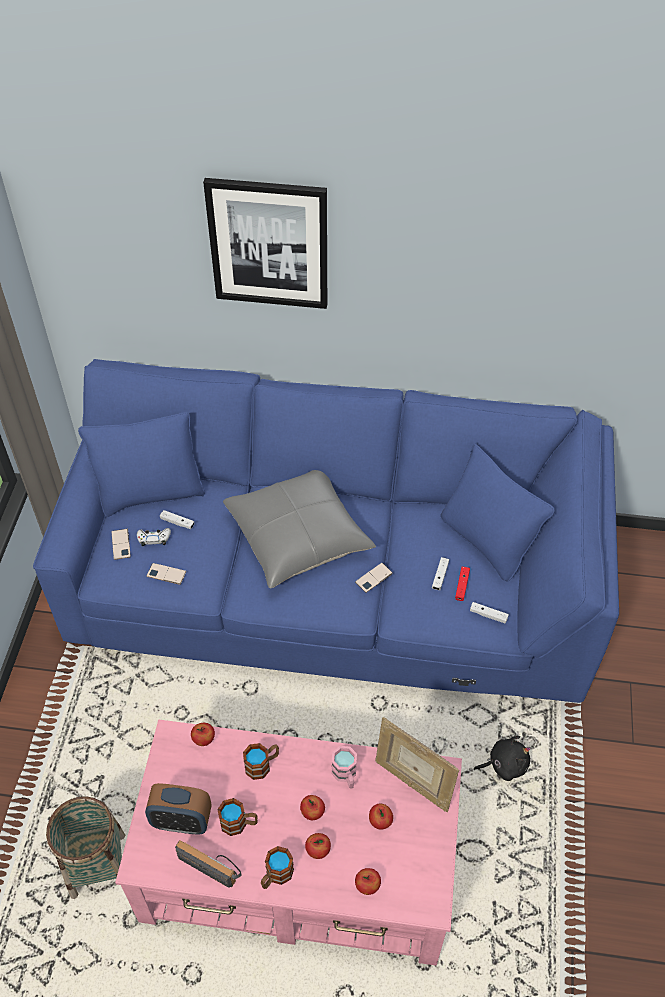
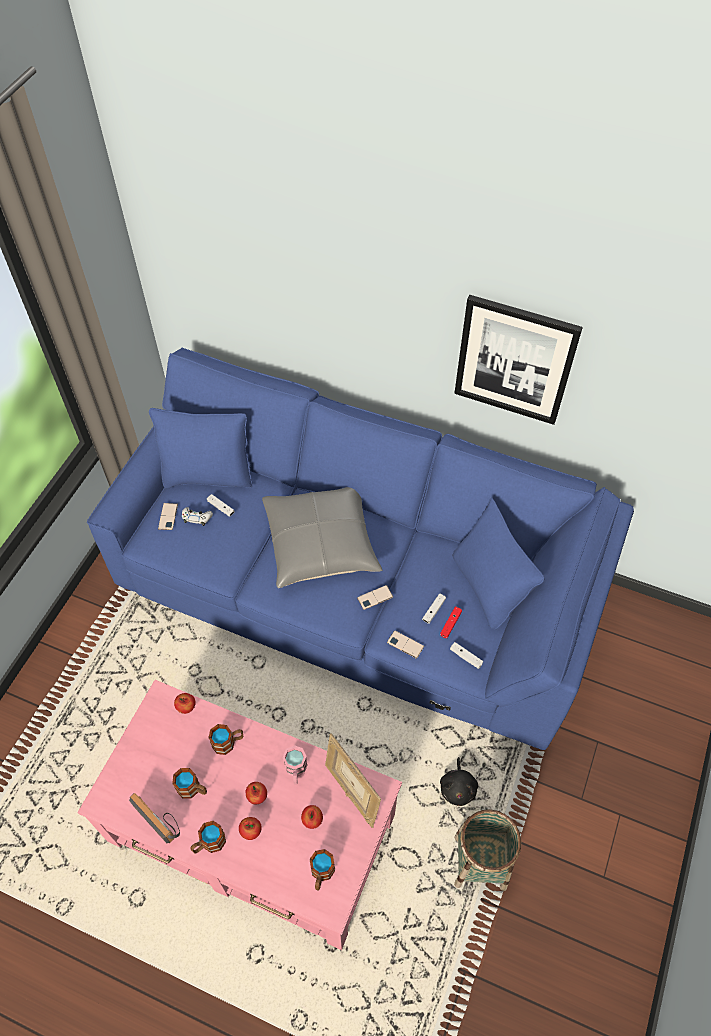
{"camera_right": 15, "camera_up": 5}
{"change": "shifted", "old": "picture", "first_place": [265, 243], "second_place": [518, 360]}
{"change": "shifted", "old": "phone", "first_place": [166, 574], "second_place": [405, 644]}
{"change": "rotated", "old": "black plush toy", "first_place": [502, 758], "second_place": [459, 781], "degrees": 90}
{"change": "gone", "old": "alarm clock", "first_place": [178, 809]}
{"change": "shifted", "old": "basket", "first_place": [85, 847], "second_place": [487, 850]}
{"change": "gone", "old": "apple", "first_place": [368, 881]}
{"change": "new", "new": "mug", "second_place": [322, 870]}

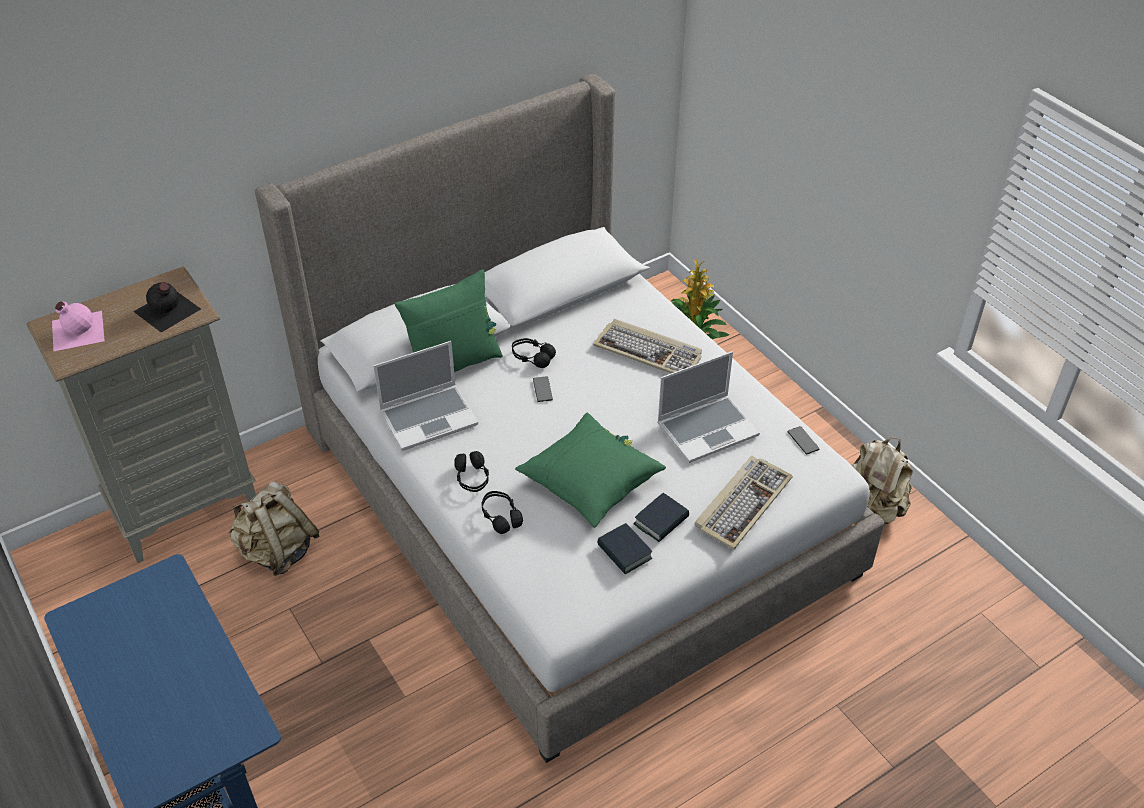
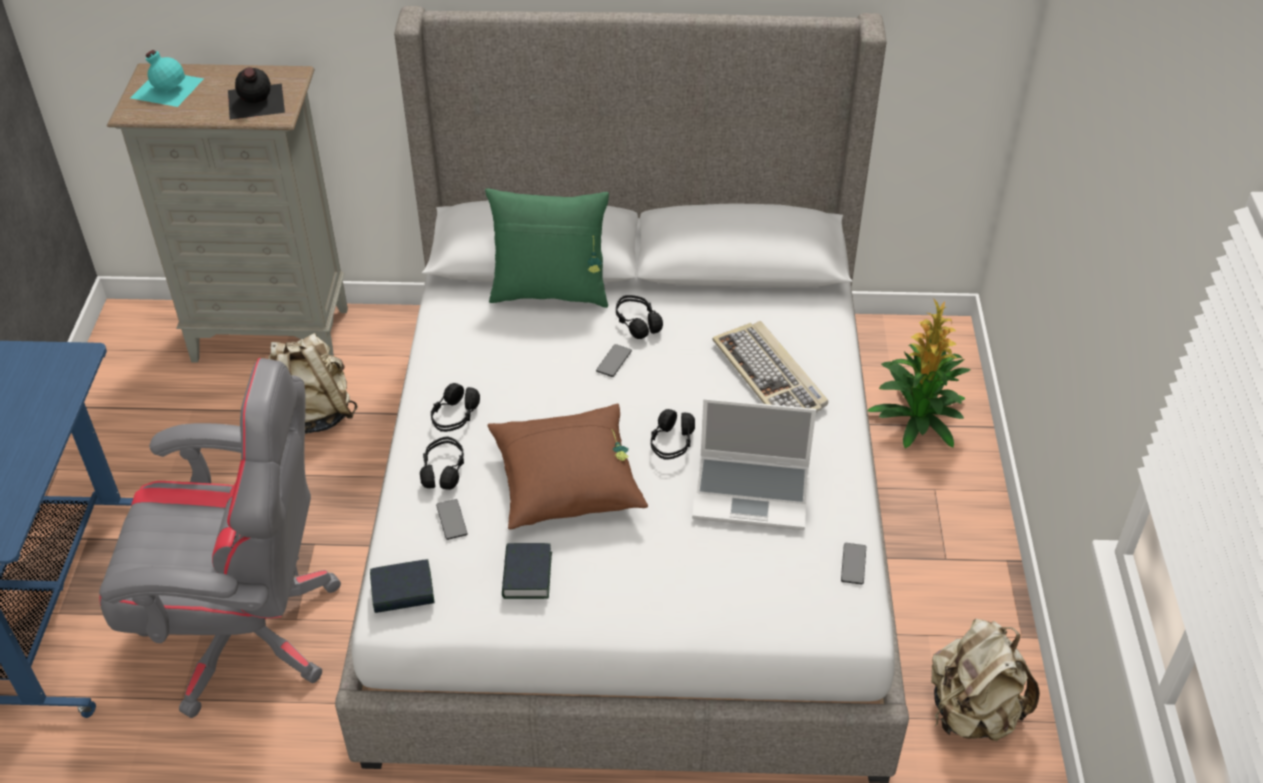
{"camera_right": 35, "camera_up": 0}
{"change": "repainted", "old": "pink bottle", "new": "turquoise bottle", "first_place": [78, 326], "second_place": [167, 78]}
{"change": "gone", "old": "laptop", "first_place": [425, 396]}
{"change": "repainted", "old": "green pillow", "new": "brown pillow", "first_place": [590, 470], "second_place": [568, 467]}
{"change": "gone", "old": "keyboard", "first_place": [744, 503]}
{"change": "shifted", "old": "book", "first_place": [661, 517], "second_place": [402, 586]}
{"change": "new", "new": "grey office chair", "second_place": [220, 538]}
{"change": "new", "new": "black headphones", "second_place": [673, 434]}
{"change": "new", "new": "phone", "second_place": [452, 519]}

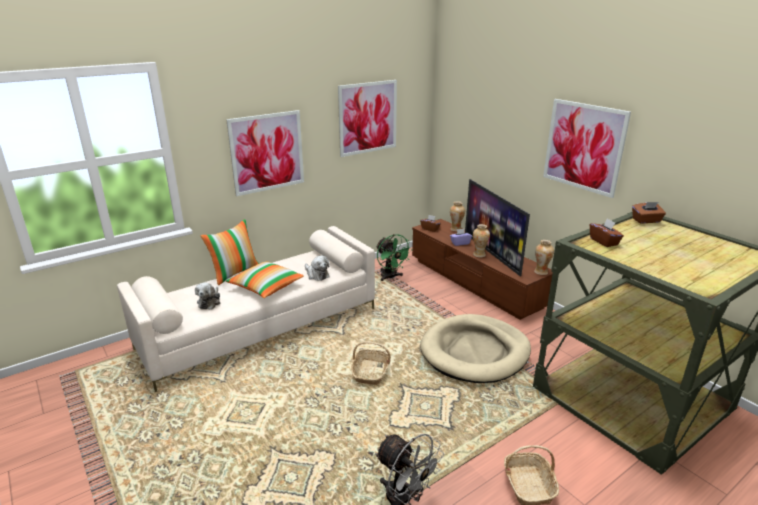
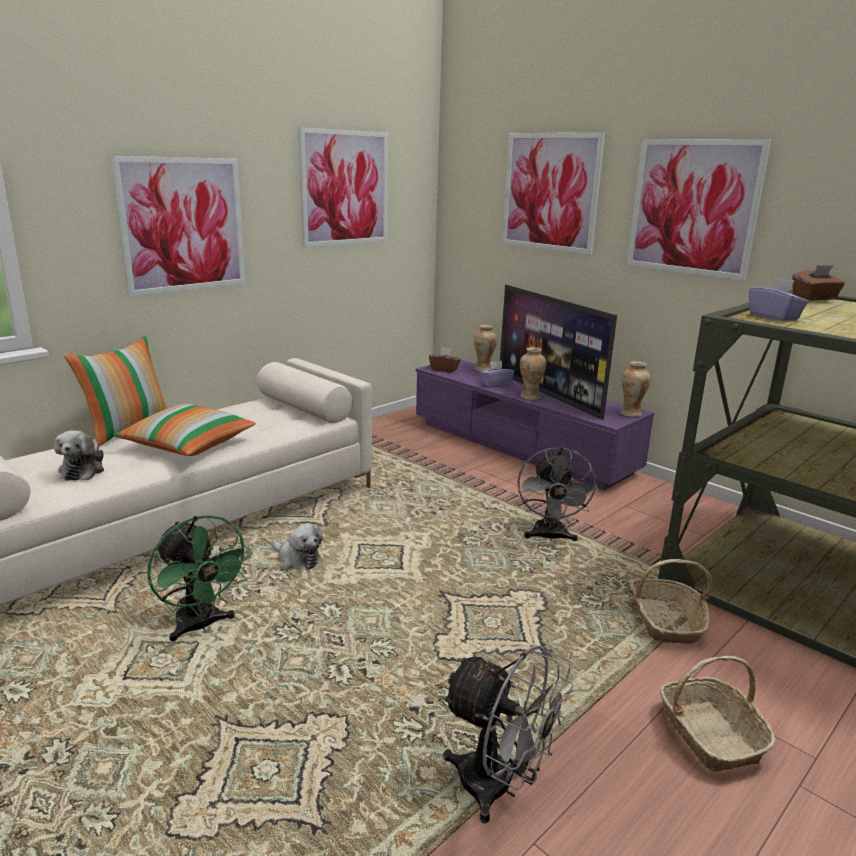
{"camera_right": -10, "camera_up": -5}
{"change": "repainted", "old": "brown tissue box", "new": "purple tissue box", "first_place": [607, 232], "second_place": [779, 299]}
{"change": "repainted", "old": "brown tv stand", "new": "purple tv stand", "first_place": [482, 269], "second_place": [535, 425]}
{"change": "shifted", "old": "green fan", "first_place": [394, 257], "second_place": [199, 578]}
{"change": "shifted", "old": "plush toy", "first_place": [317, 268], "second_place": [297, 546]}
{"change": "swapped", "old": "beige dog bed", "new": "grey fan", "first_place": [475, 348], "second_place": [557, 494]}
{"change": "shifted", "old": "basket", "first_place": [371, 363], "second_place": [672, 601]}
{"change": "new", "new": "picture", "second_place": [553, 194]}

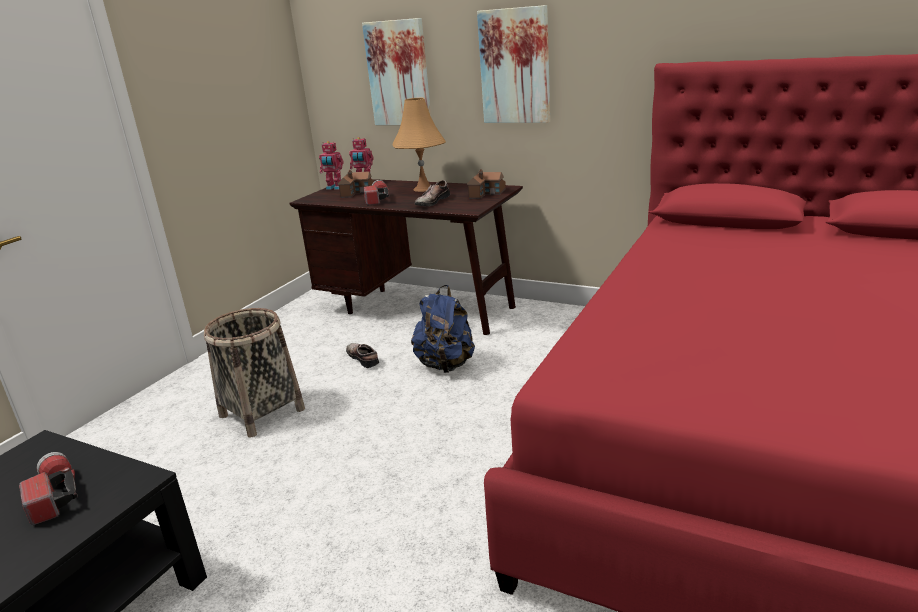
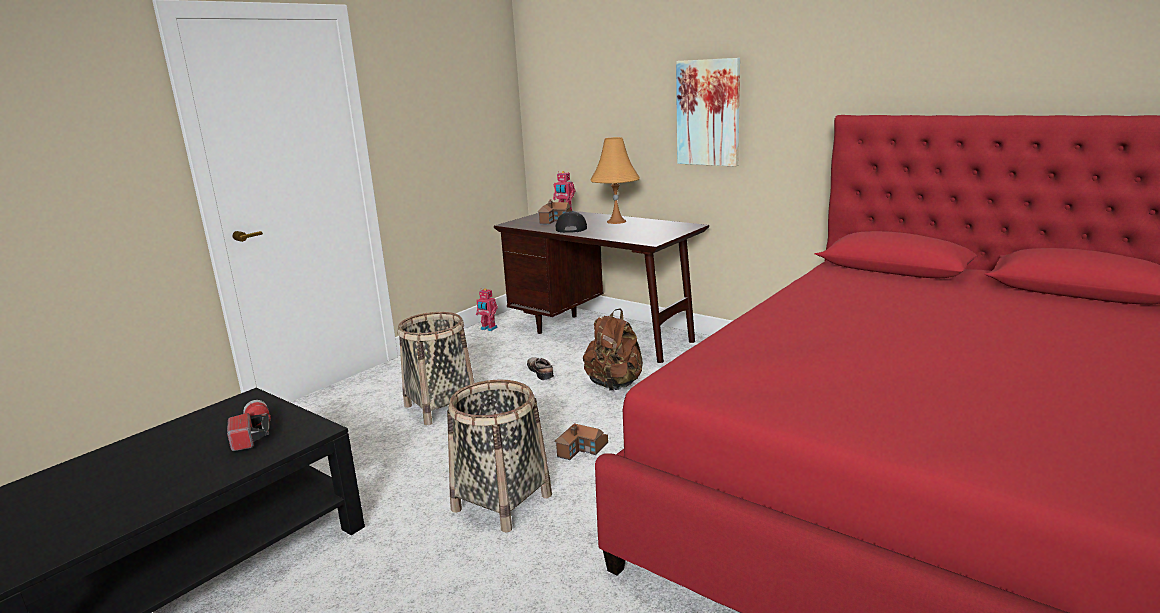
{"camera_right": 10, "camera_up": -5}
{"change": "gone", "old": "picture", "first_place": [396, 71]}
{"change": "shifted", "old": "toy robot", "first_place": [331, 165], "second_place": [487, 309]}
{"change": "shifted", "old": "toy house", "first_place": [486, 184], "second_place": [581, 441]}
{"change": "swapped", "old": "flashlight", "new": "black cap", "first_place": [376, 192], "second_place": [571, 222]}
{"change": "gone", "old": "shoe", "first_place": [432, 193]}
{"change": "repainted", "old": "blue backpack", "new": "brown backpack", "first_place": [443, 329], "second_place": [613, 350]}
{"change": "new", "new": "basket", "second_place": [499, 455]}

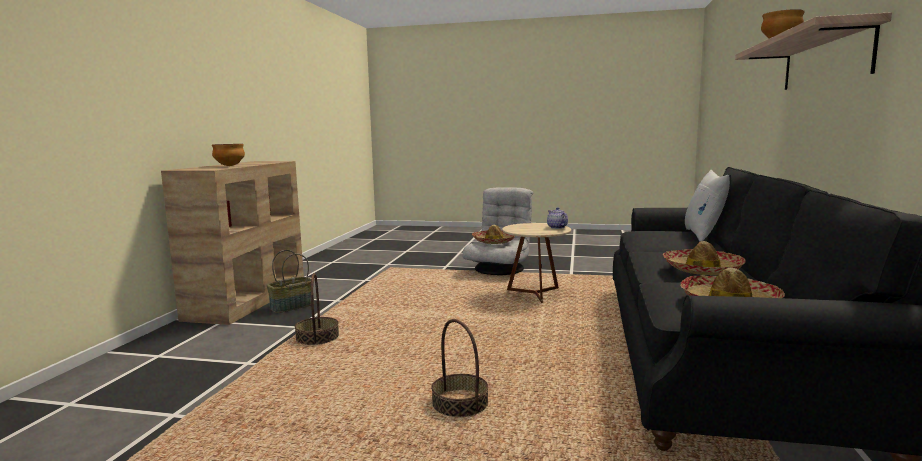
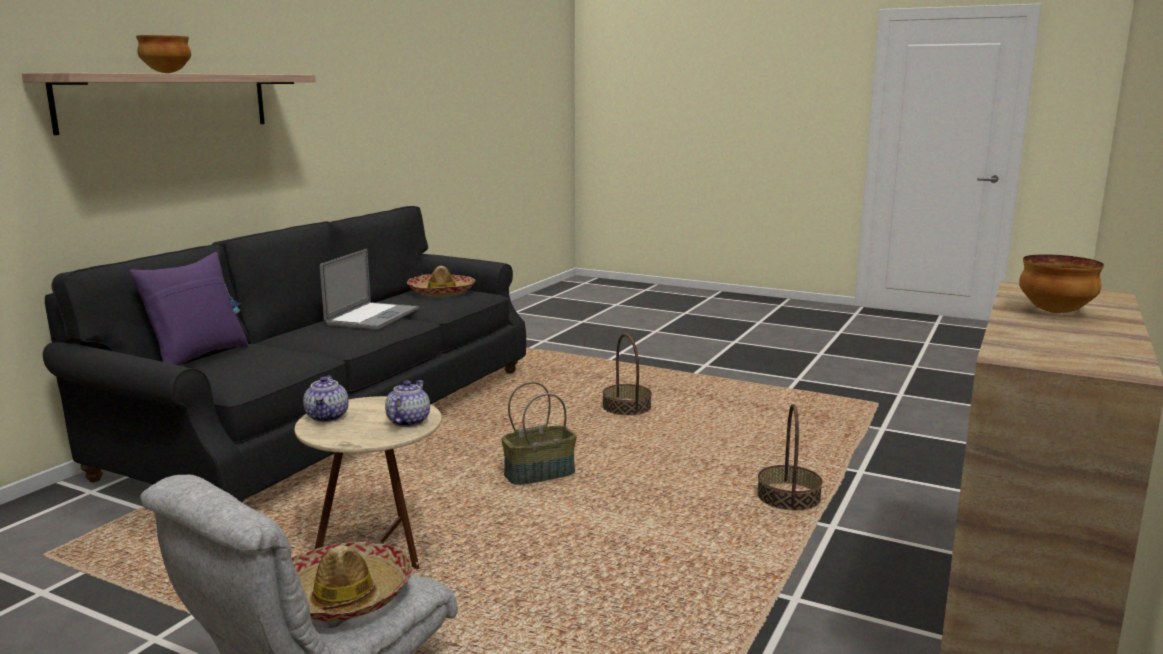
{"camera_right": -165, "camera_up": 5}
{"change": "repainted", "old": "grey pillow", "new": "purple pillow", "first_place": [707, 206], "second_place": [189, 309]}
{"change": "swapped", "old": "hat", "new": "laptop", "first_place": [704, 258], "second_place": [369, 289]}
{"change": "shifted", "old": "basket", "first_place": [290, 281], "second_place": [539, 433]}
{"change": "new", "new": "teapot", "second_place": [407, 404]}

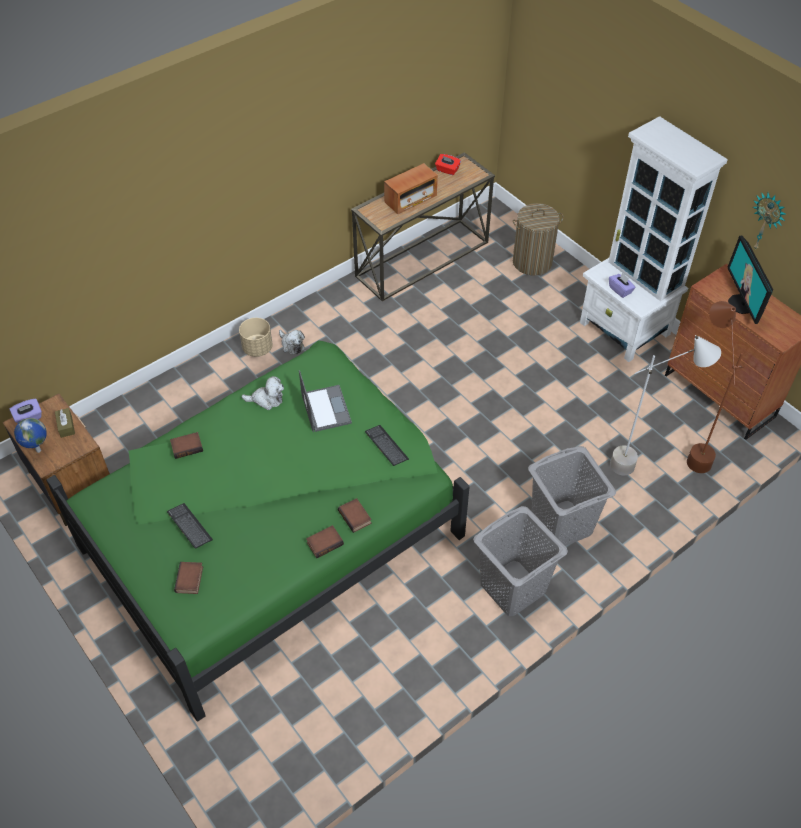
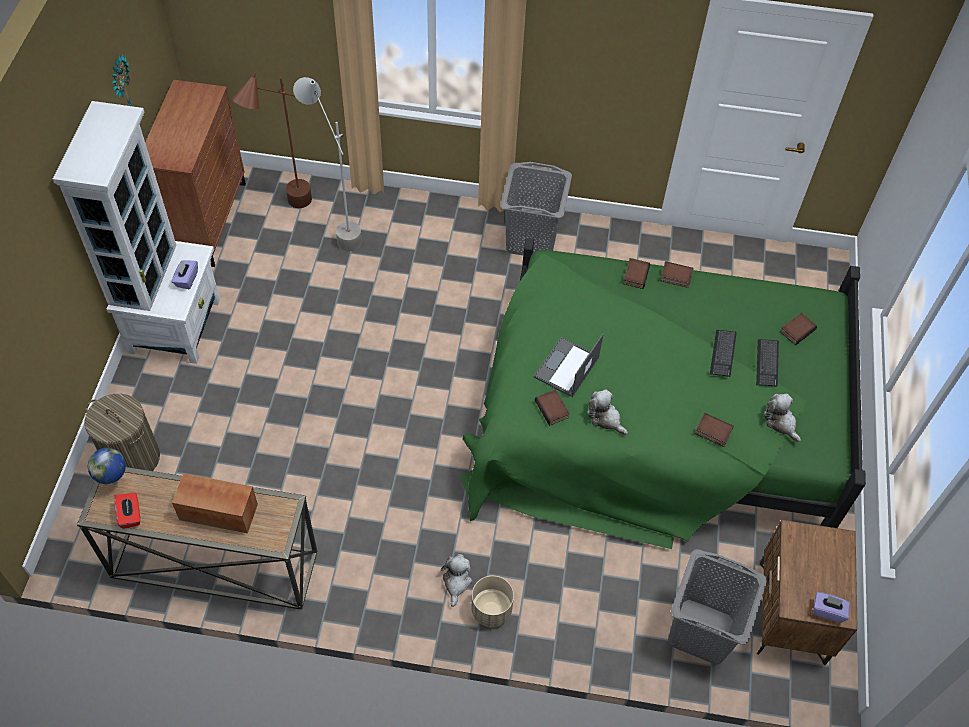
{"camera_right": -135, "camera_up": 5}
{"change": "gone", "old": "monitor", "first_place": [750, 280]}
{"change": "gone", "old": "brown tissue box", "first_place": [65, 423]}
{"change": "shifted", "old": "globe", "first_place": [30, 435], "second_place": [107, 466]}
{"change": "shifted", "old": "keyboard", "first_place": [387, 445], "second_place": [723, 353]}
{"change": "shifted", "old": "grey laundry basket", "first_place": [572, 496], "second_place": [717, 606]}
{"change": "new", "new": "book", "second_place": [552, 408]}
{"change": "new", "new": "plush toy", "second_place": [782, 417]}

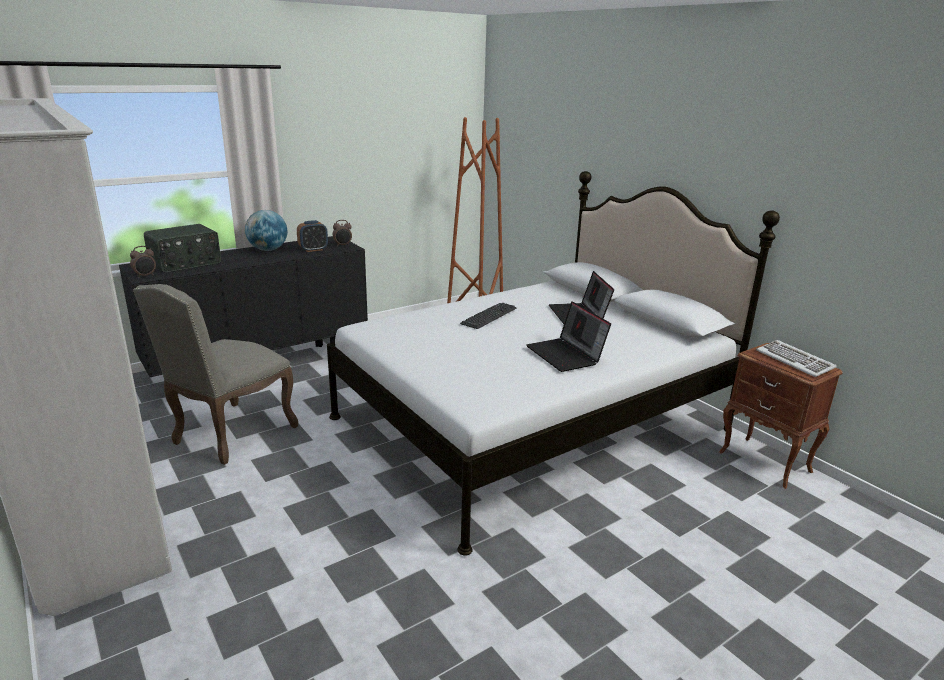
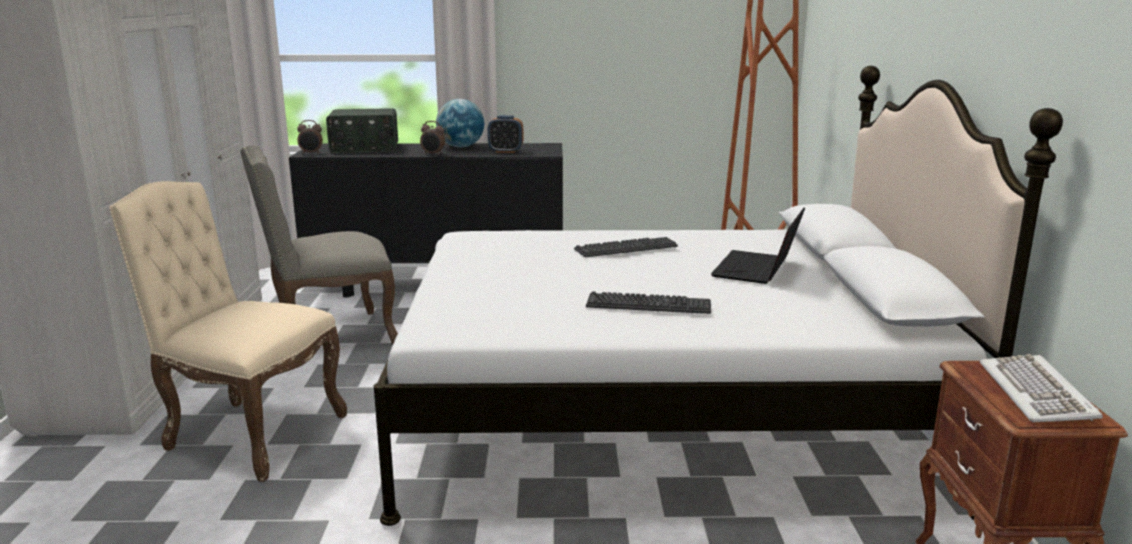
{"camera_right": 35, "camera_up": -5}
{"change": "shifted", "old": "alarm clock", "first_place": [342, 233], "second_place": [432, 138]}
{"change": "swapped", "old": "laptop", "new": "keyboard", "first_place": [568, 336], "second_place": [648, 303]}
{"change": "new", "new": "beige chair", "second_place": [228, 331]}

